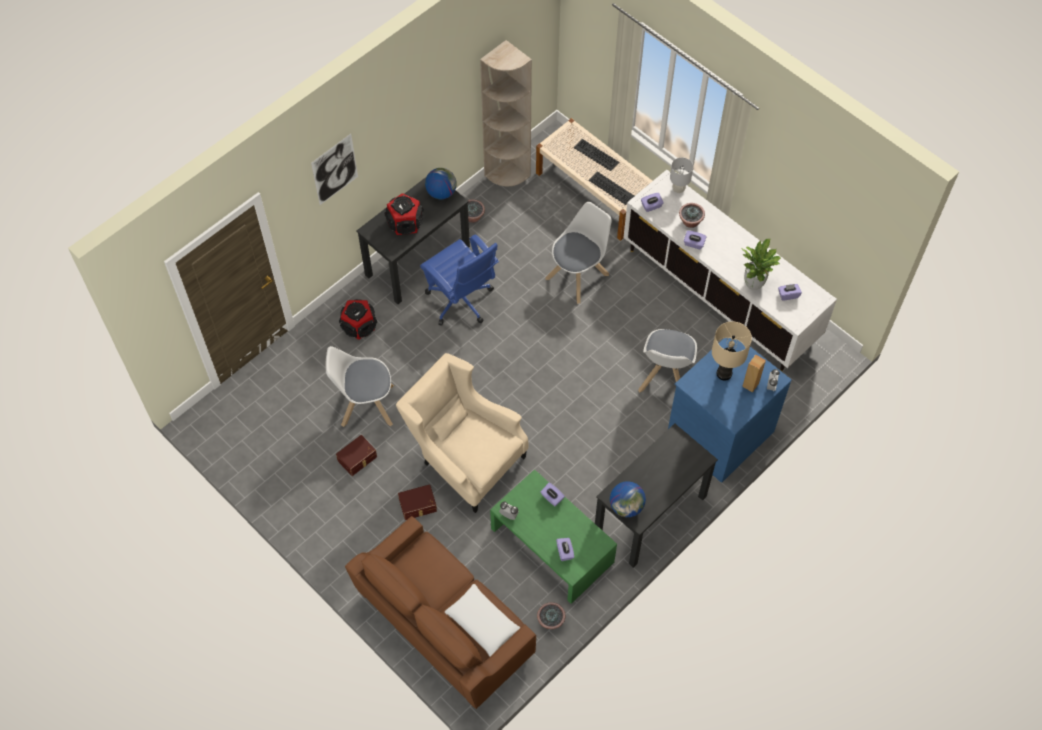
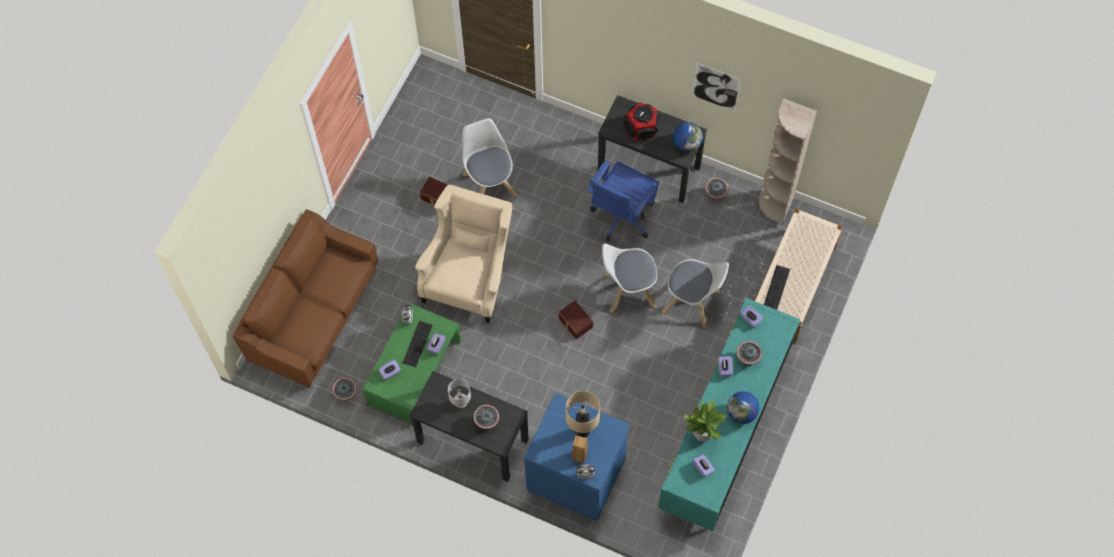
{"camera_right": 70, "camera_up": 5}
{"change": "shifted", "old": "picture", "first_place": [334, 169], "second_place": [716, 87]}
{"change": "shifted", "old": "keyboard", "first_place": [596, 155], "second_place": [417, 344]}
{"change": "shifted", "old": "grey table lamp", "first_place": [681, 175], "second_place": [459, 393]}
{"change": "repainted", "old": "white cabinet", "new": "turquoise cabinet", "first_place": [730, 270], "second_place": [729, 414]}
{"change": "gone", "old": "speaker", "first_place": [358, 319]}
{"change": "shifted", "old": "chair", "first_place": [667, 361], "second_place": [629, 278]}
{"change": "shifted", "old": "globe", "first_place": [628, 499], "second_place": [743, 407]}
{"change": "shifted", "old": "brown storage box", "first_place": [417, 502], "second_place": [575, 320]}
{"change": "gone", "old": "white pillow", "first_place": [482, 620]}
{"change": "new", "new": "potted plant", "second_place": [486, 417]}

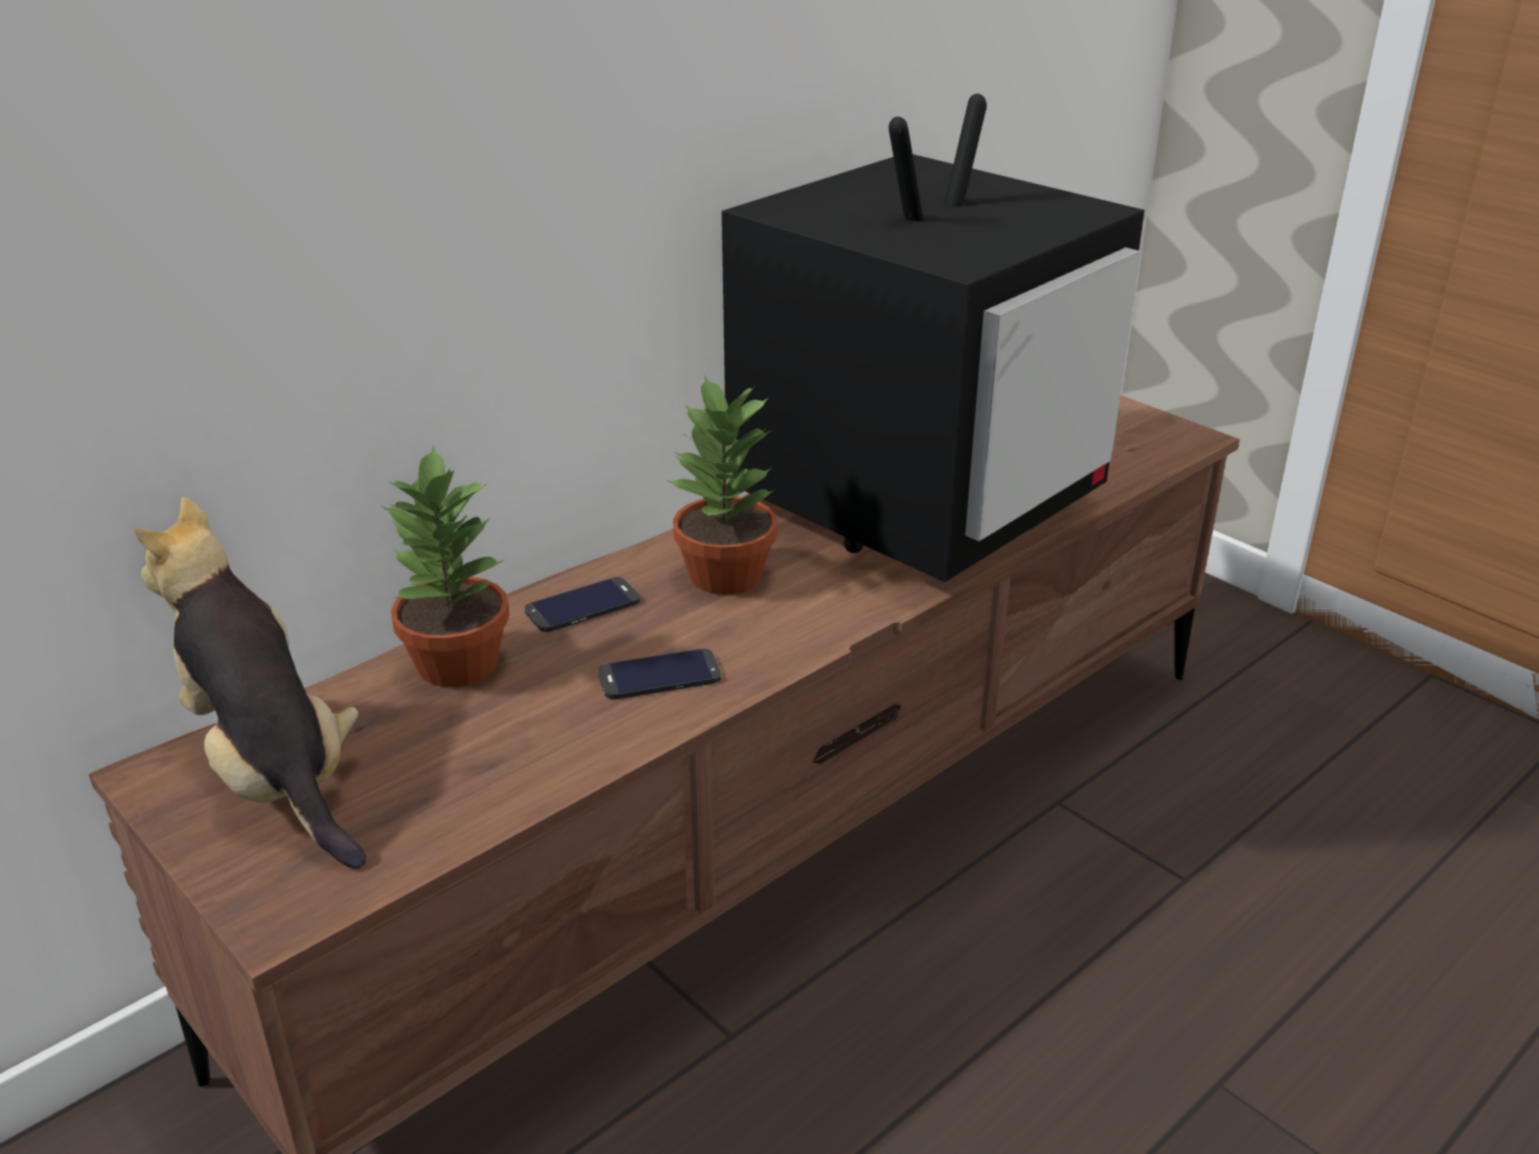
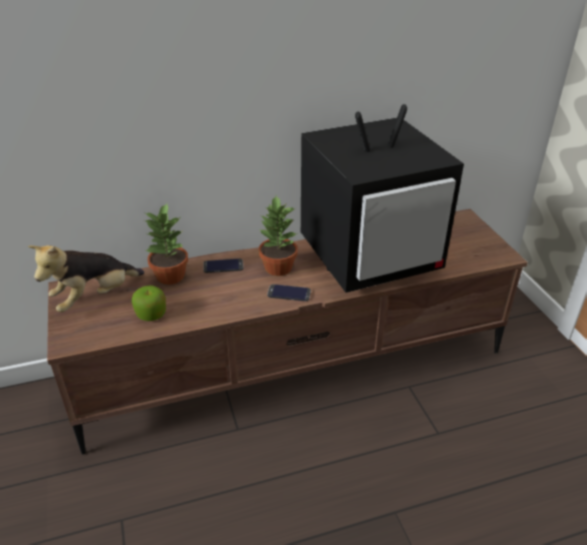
{"camera_right": 25, "camera_up": 5}
{"change": "rotated", "old": "plush toy", "first_place": [250, 683], "second_place": [86, 278], "degrees": -120}
{"change": "shifted", "old": "phone", "first_place": [659, 674], "second_place": [289, 292]}
{"change": "new", "new": "apple", "second_place": [149, 303]}

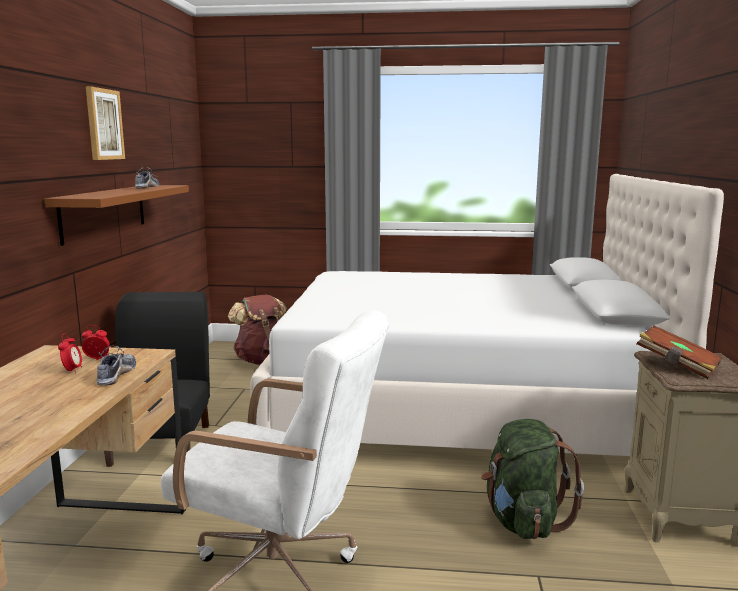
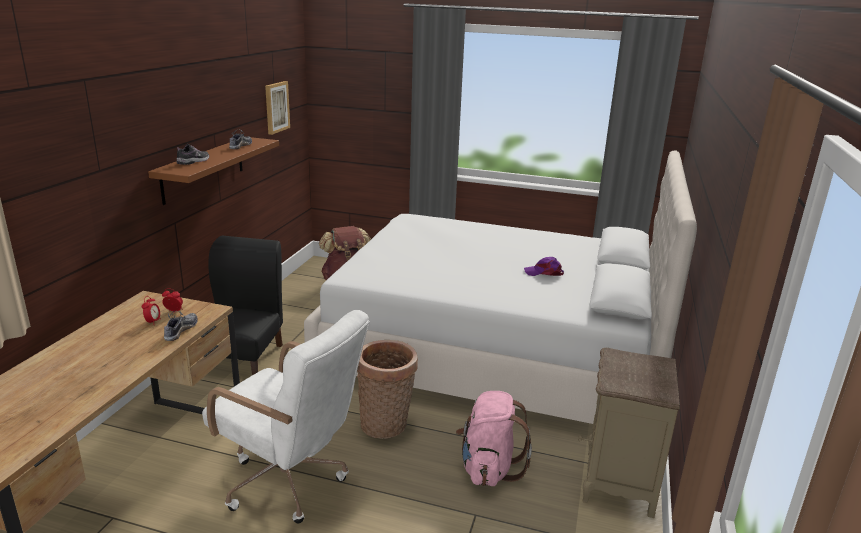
{"camera_right": 10, "camera_up": 10}
{"change": "shifted", "old": "picture", "first_place": [105, 123], "second_place": [277, 108]}
{"change": "gone", "old": "brown book", "first_place": [680, 352]}
{"change": "repainted", "old": "green backpack", "new": "pink backpack", "first_place": [532, 479], "second_place": [494, 438]}
{"change": "new", "new": "shoe", "second_place": [192, 154]}
{"change": "new", "new": "purple cap", "second_place": [544, 266]}
{"change": "new", "new": "basket", "second_place": [387, 389]}

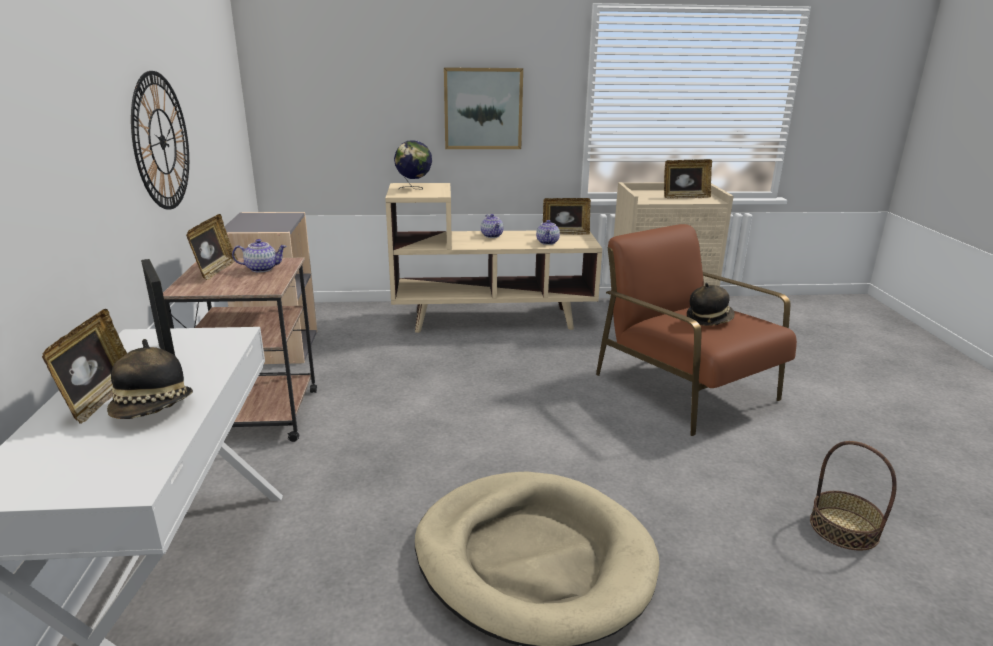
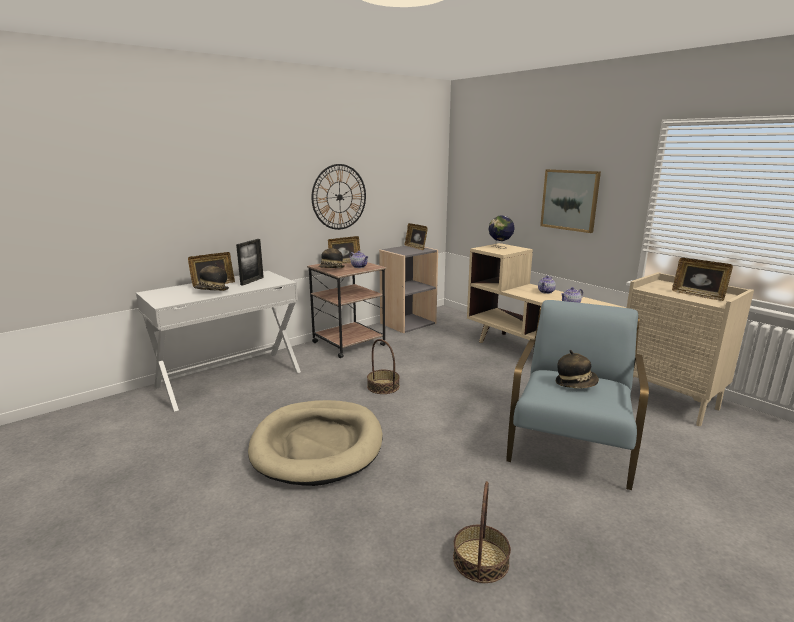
{"camera_right": 55, "camera_up": -5}
{"change": "shifted", "old": "picture frame", "first_place": [567, 216], "second_place": [416, 236]}
{"change": "repainted", "old": "brown armchair", "new": "blue armchair", "first_place": [696, 330], "second_place": [577, 395]}
{"change": "new", "new": "hat", "second_place": [331, 257]}
{"change": "new", "new": "basket", "second_place": [383, 366]}

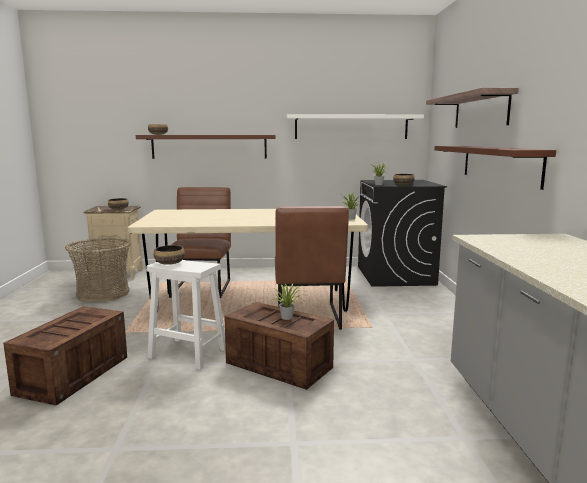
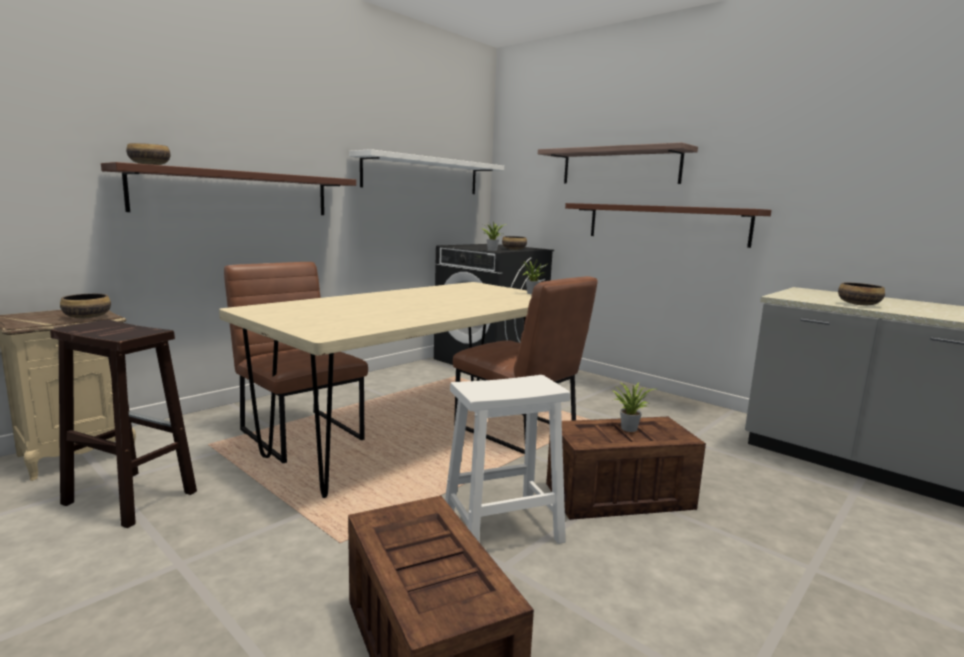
{"camera_right": -45, "camera_up": 0}
{"change": "swapped", "old": "basket", "new": "brown stool", "first_place": [98, 270], "second_place": [123, 424]}
{"change": "shifted", "old": "bowl", "first_place": [169, 255], "second_place": [861, 293]}

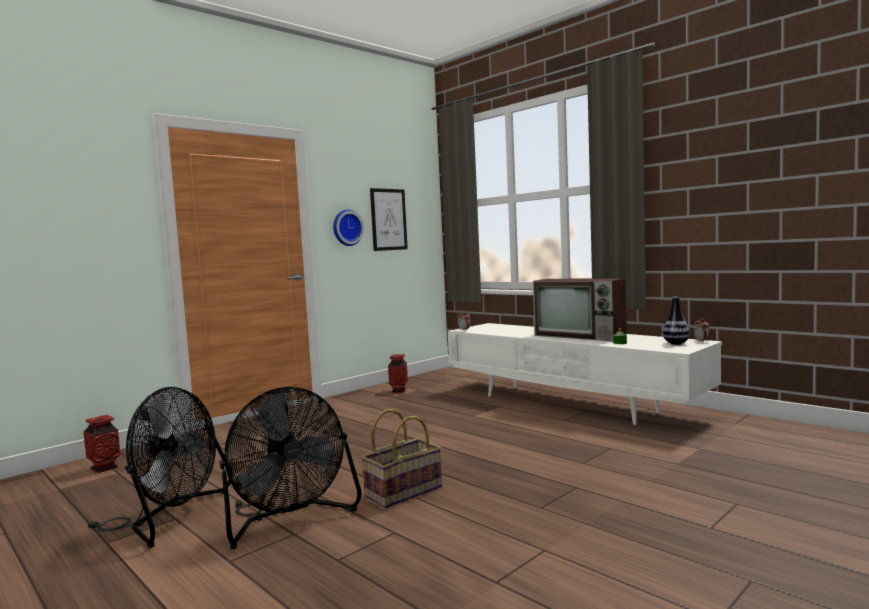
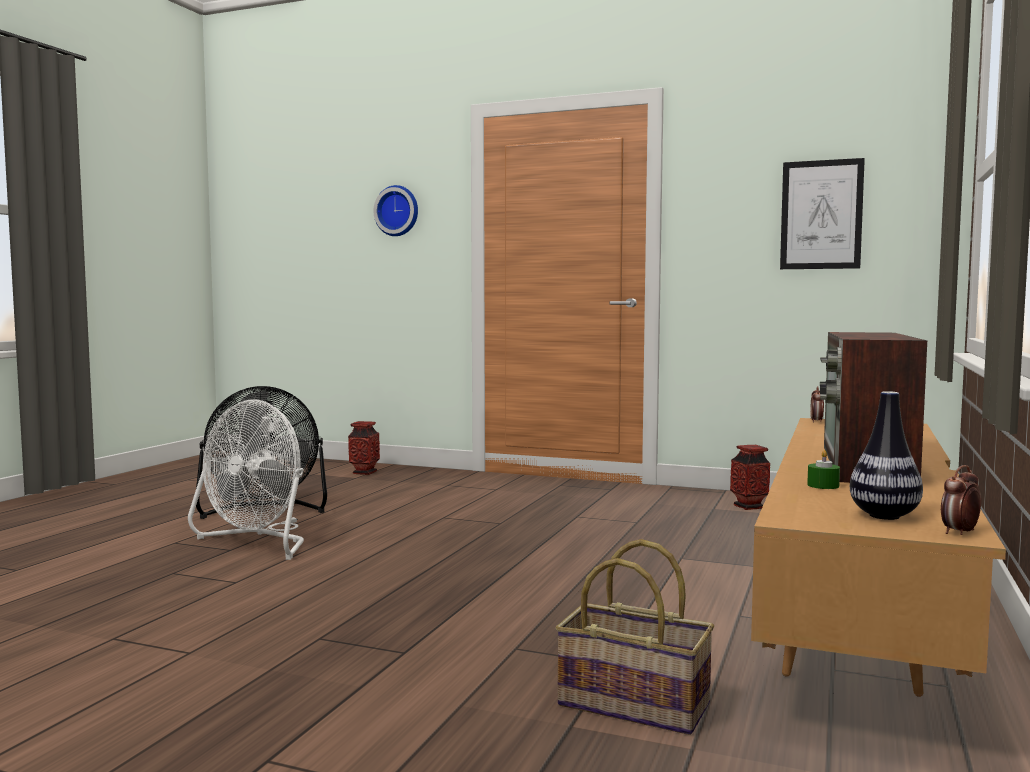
{"camera_right": 65, "camera_up": 0}
{"change": "shifted", "old": "wall clock", "first_place": [348, 227], "second_place": [395, 210]}
{"change": "repainted", "old": "white tv stand", "new": "brown tv stand", "first_place": [585, 374], "second_place": [878, 557]}
{"change": "repainted", "old": "black fan", "new": "white fan", "first_place": [290, 468], "second_place": [246, 479]}
{"change": "shifted", "old": "basket", "first_place": [401, 458], "second_place": [635, 637]}

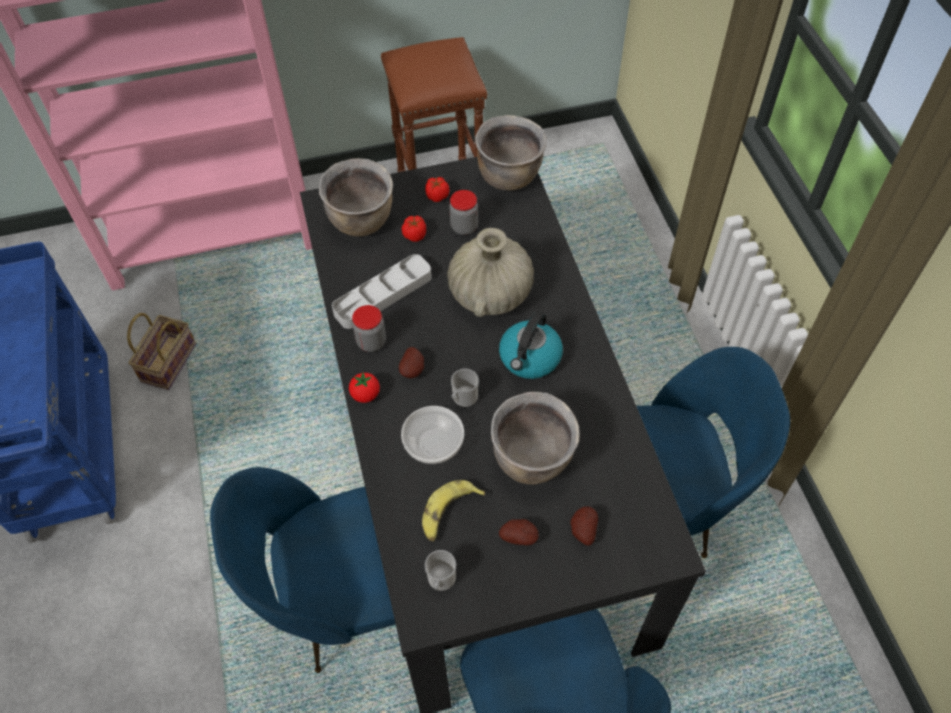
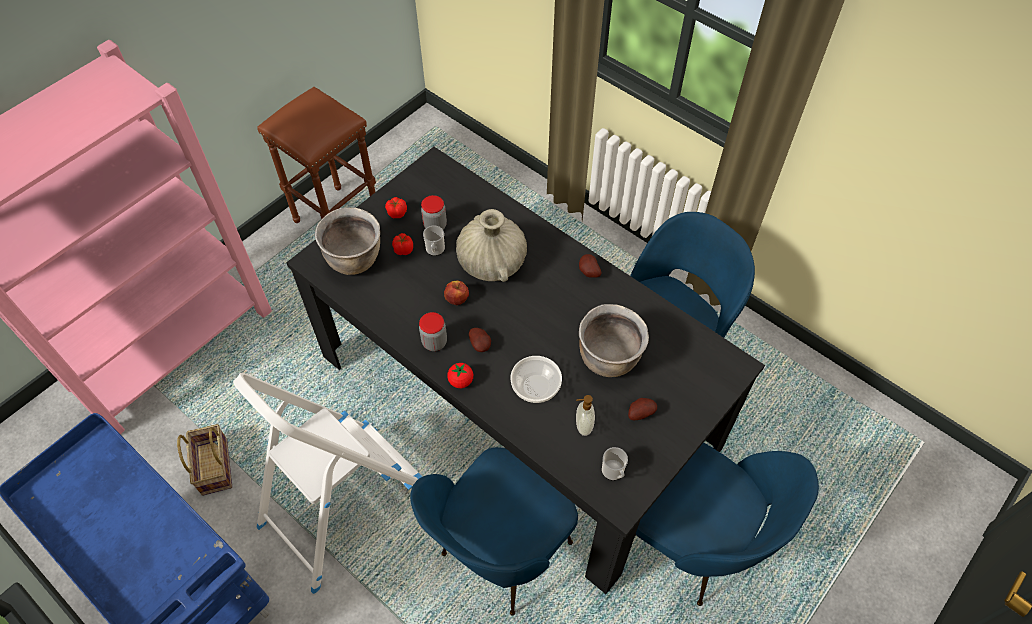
{"camera_right": -35, "camera_up": 0}
{"change": "gone", "old": "brown cooking pot", "first_place": [511, 153]}
{"change": "gone", "old": "grey tray", "first_place": [381, 291]}
{"change": "gone", "old": "kettle", "first_place": [531, 345]}
{"change": "shifted", "old": "mug", "first_place": [465, 388], "second_place": [434, 240]}
{"change": "swapped", "old": "banana", "new": "soap dispenser", "first_place": [453, 510], "second_place": [585, 415]}
{"change": "shifted", "old": "potato", "first_place": [584, 526], "second_place": [590, 266]}
{"change": "new", "new": "apple", "second_place": [456, 292]}
{"change": "new", "new": "white step ladder", "second_place": [328, 483]}

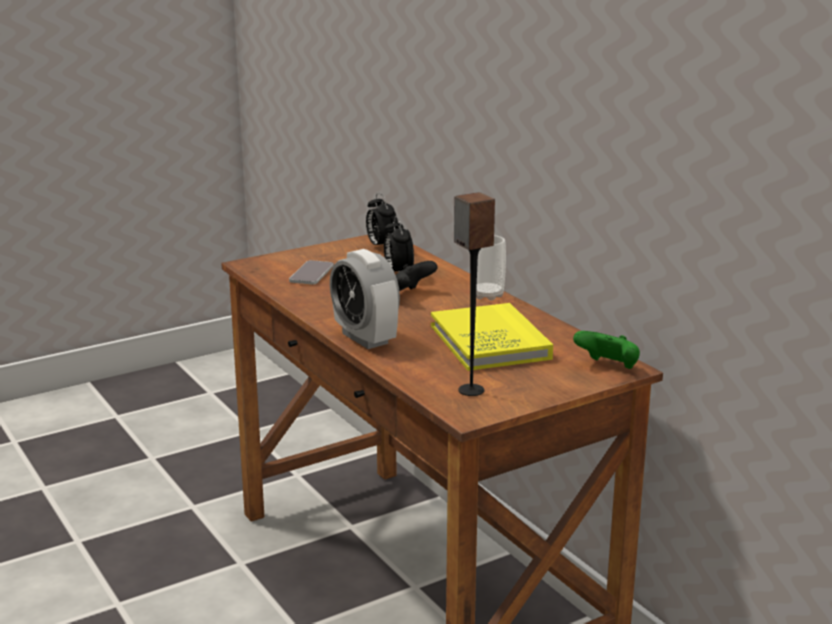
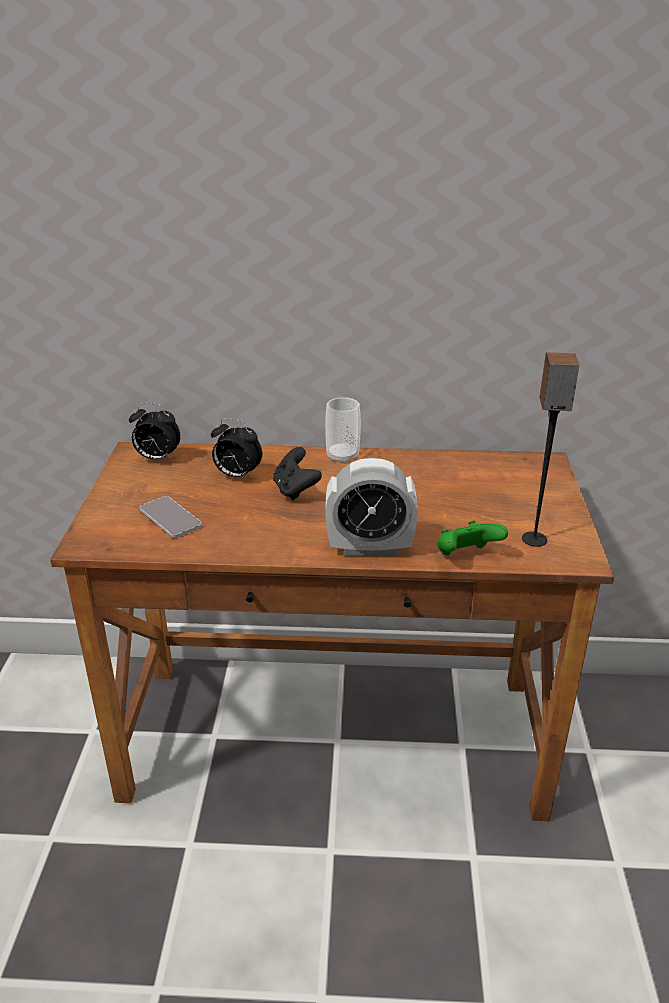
{"camera_right": -55, "camera_up": 10}
{"change": "gone", "old": "yellow book", "first_place": [492, 337]}
{"change": "shifted", "old": "green game controller", "first_place": [606, 350], "second_place": [472, 538]}

